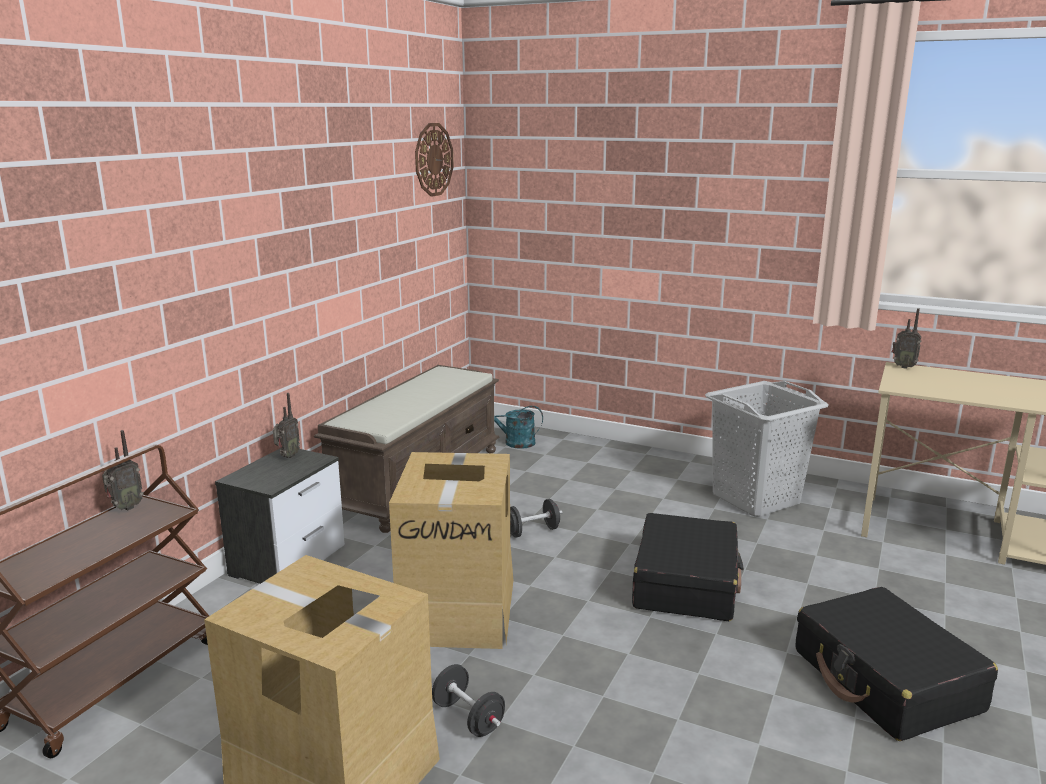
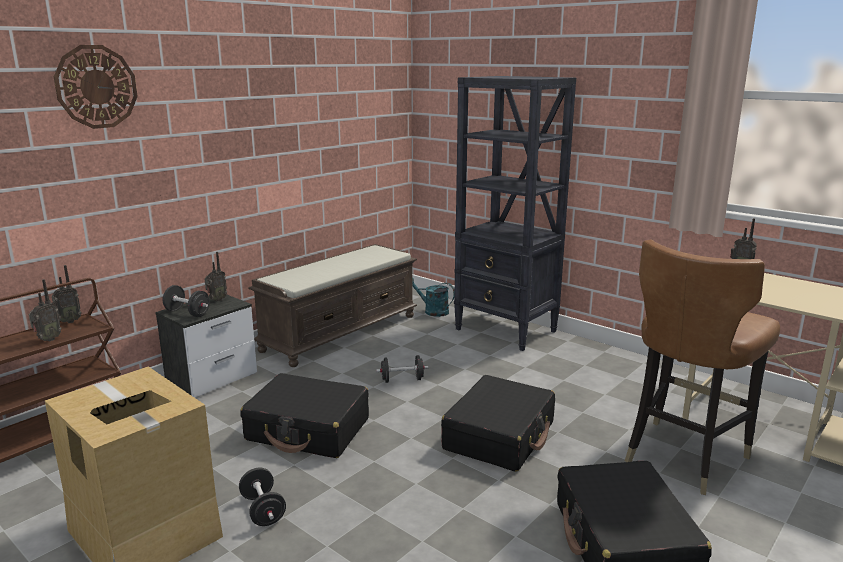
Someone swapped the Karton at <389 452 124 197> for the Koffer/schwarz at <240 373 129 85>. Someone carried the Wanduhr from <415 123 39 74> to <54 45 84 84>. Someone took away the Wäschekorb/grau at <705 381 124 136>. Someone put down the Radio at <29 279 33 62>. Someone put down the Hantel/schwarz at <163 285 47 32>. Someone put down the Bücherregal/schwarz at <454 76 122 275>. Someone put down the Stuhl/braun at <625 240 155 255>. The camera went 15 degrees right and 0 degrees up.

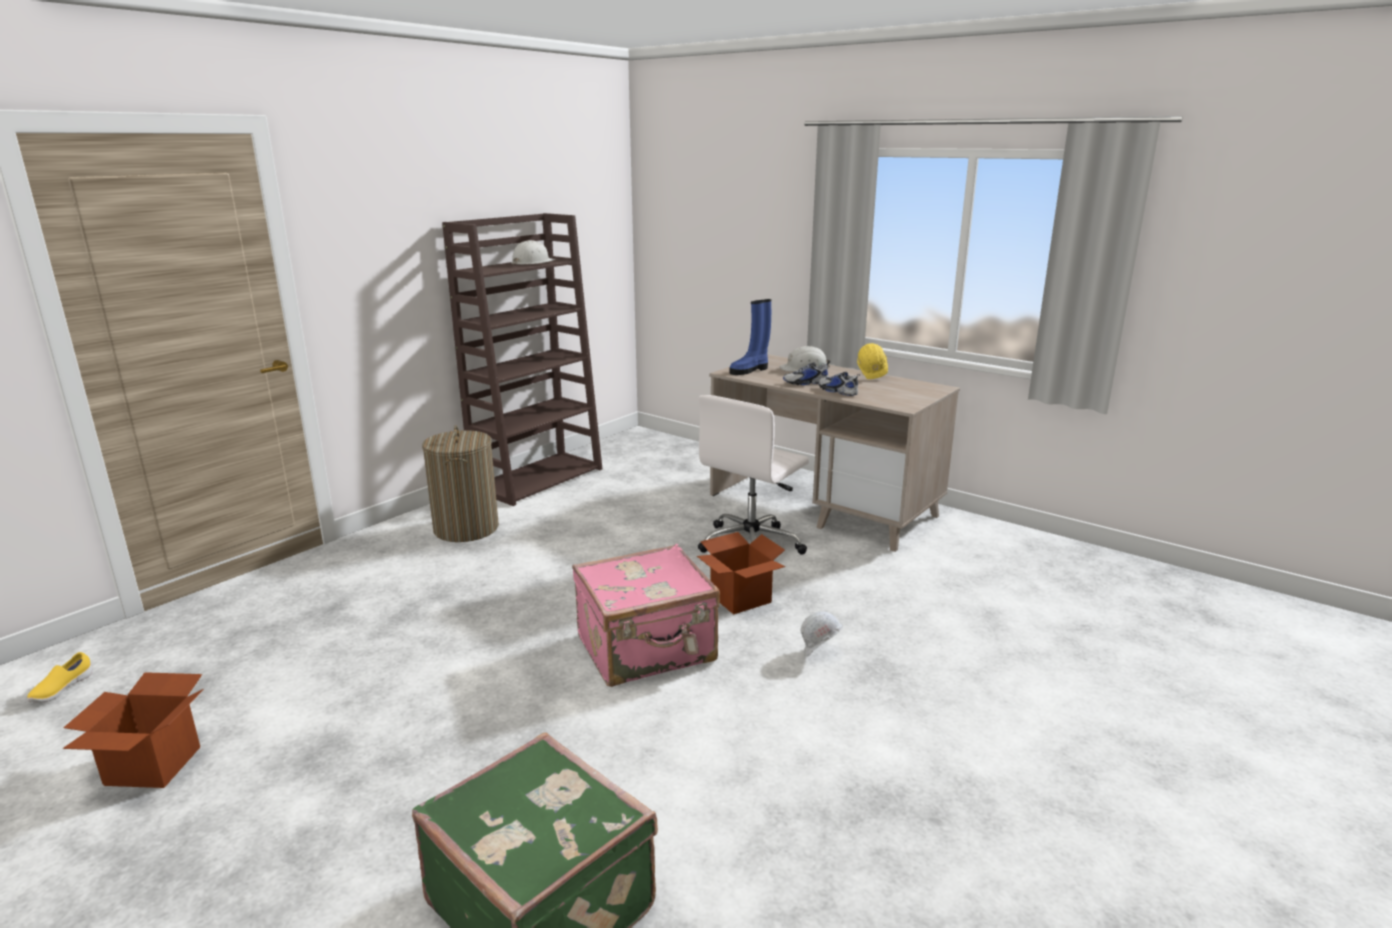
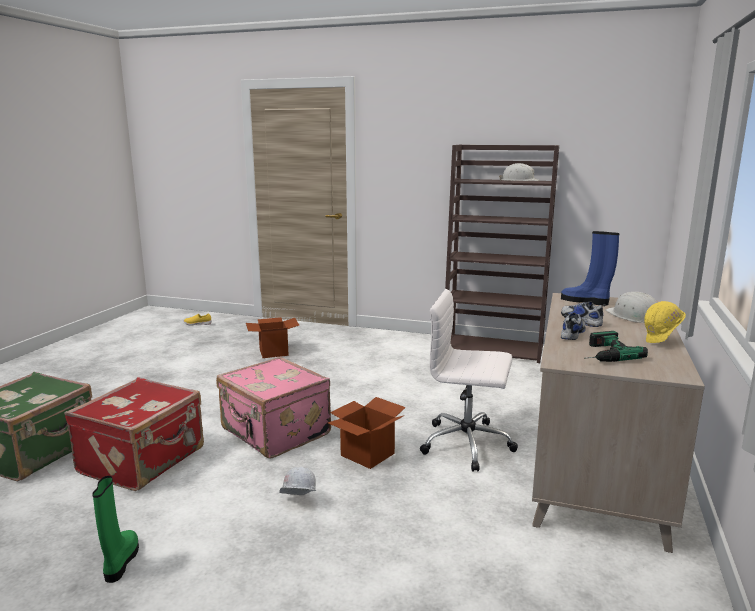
Someone carried the Karton from <63 672 141 116> to <246 317 53 41>. Someone took away the Wäschekorb at <422 425 77 117>. Someone put down the Koffer/rot at <64 377 140 114>. Someone put down the Stiefel/grün at <92 476 47 107>. Someone put down the Bohrmaschine at <584 331 64 31>. The camera went 70 degrees right and 5 degrees down.

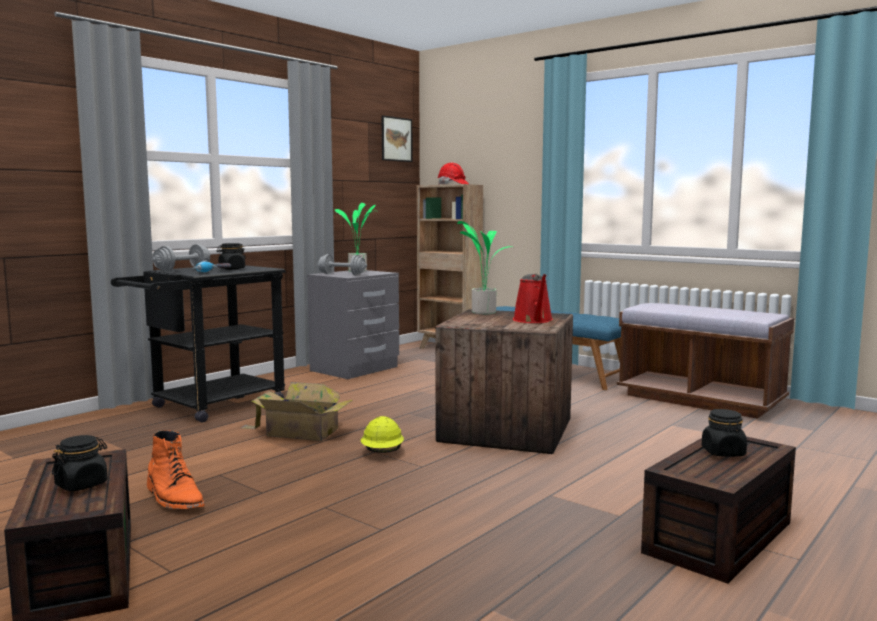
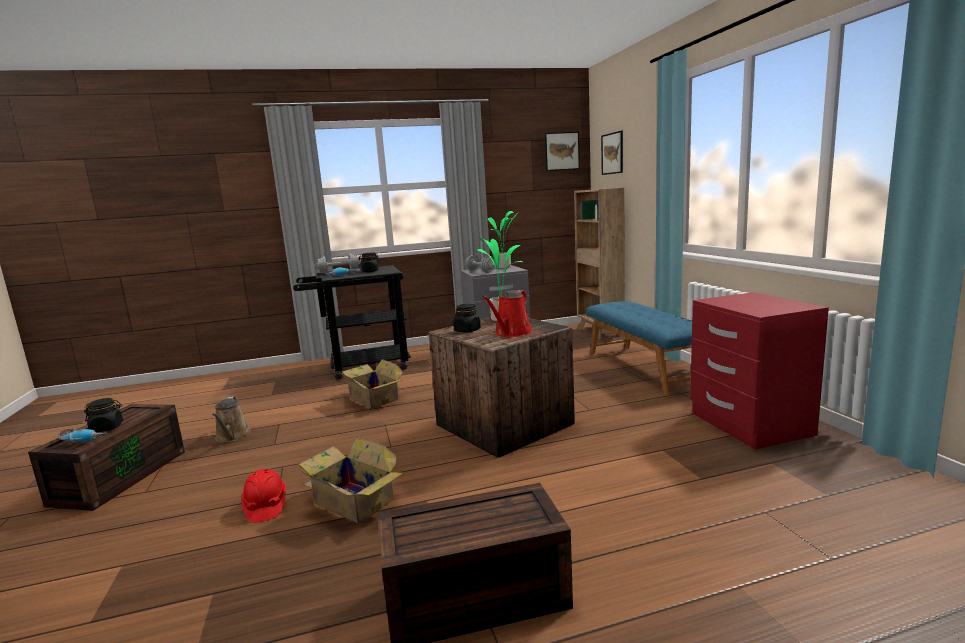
Someone swapped the Stiefel/orange at <147 430 58 79> for the Gießkanne/braun at <212 396 39 47>. Someone took away the Schutzhelm/gelb at <361 416 43 37>. Someone carried the Schutzhelm/rot from <437 163 32 21> to <241 469 45 54>. Someone swapped the Bank/braun at <617 303 177 116> for the Nachttisch/rot at <690 292 139 158>. Someone carried the Vorratsglas/schwarz from <702 409 45 48> to <453 304 28 29>. Someone put down the Bohrmaschine at <58 429 49 14>. Someone put down the Karton at <294 437 110 87>. Someone put up the Bild at <601 131 22 44>. The camera went 35 degrees right and 5 degrees up.

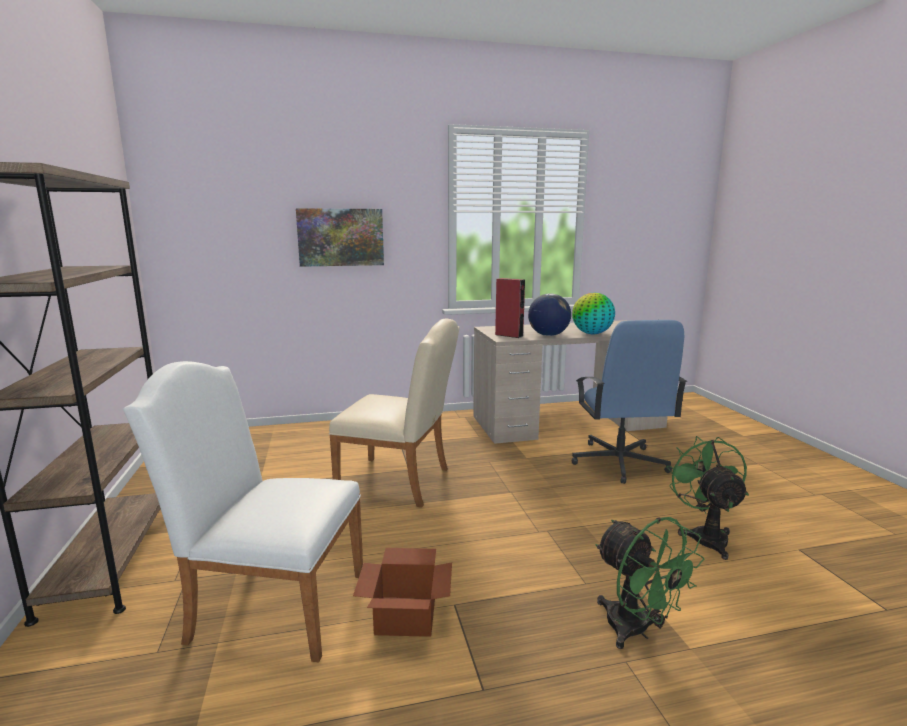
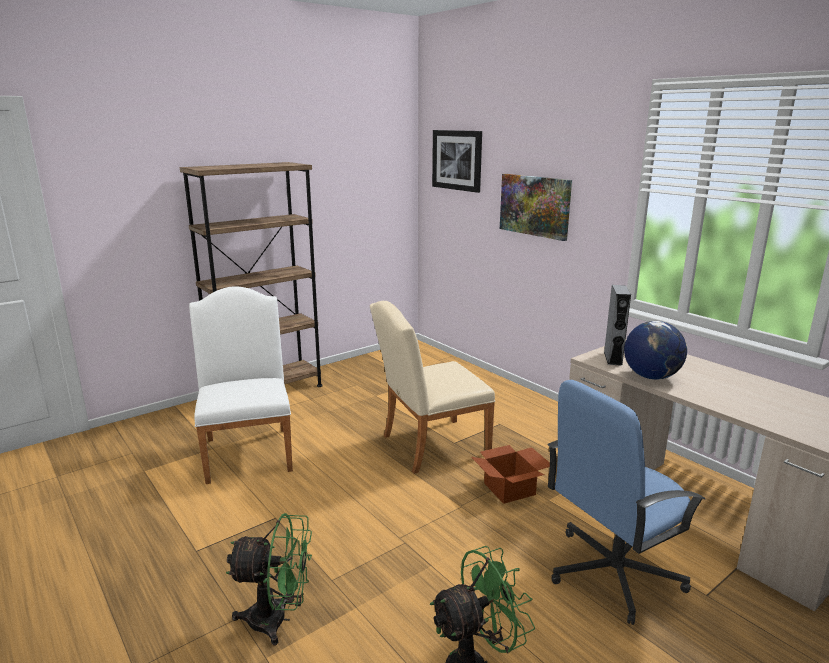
Someone rotated the Stuhl/beige at <329 319 131 189> by 75 degrees clockwise. Someone carried the Karton from <353 548 99 89> to <471 445 79 59>. Someone repainted the Lautsprecher/rot at <495 278 30 60>, which became the Lautsprecher/grau at <604 285 27 81>. Someone took away the Globus at <572 293 43 41>. Someone rotated the Ventilator/grün at <595 517 109 132> by 120 degrees counterclockwise. Someone put up the Bild at <432 130 50 63>. The camera went 65 degrees right and 5 degrees up.

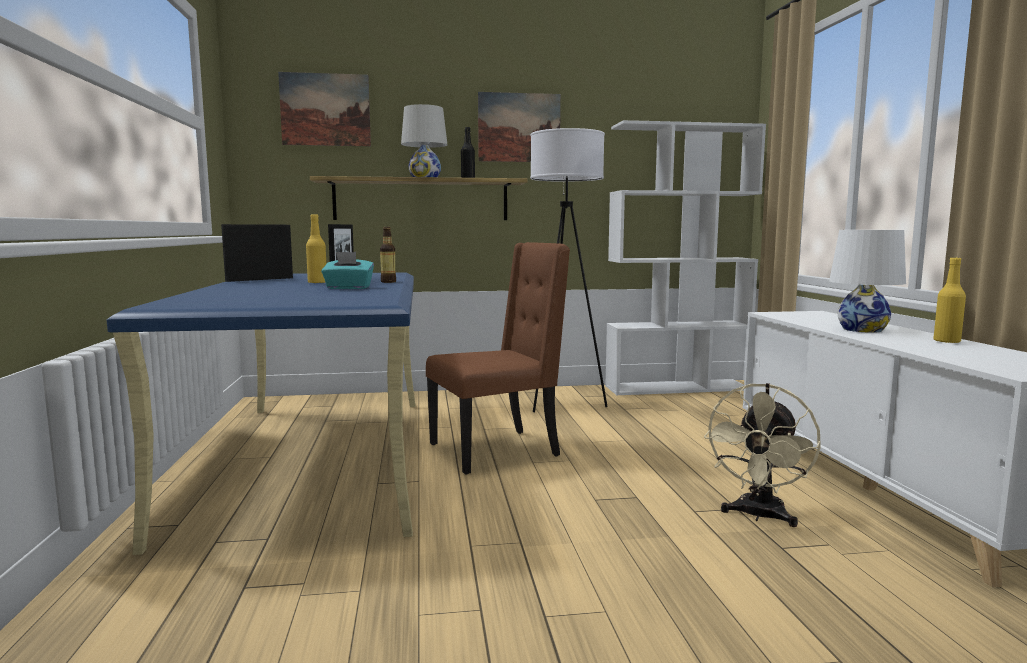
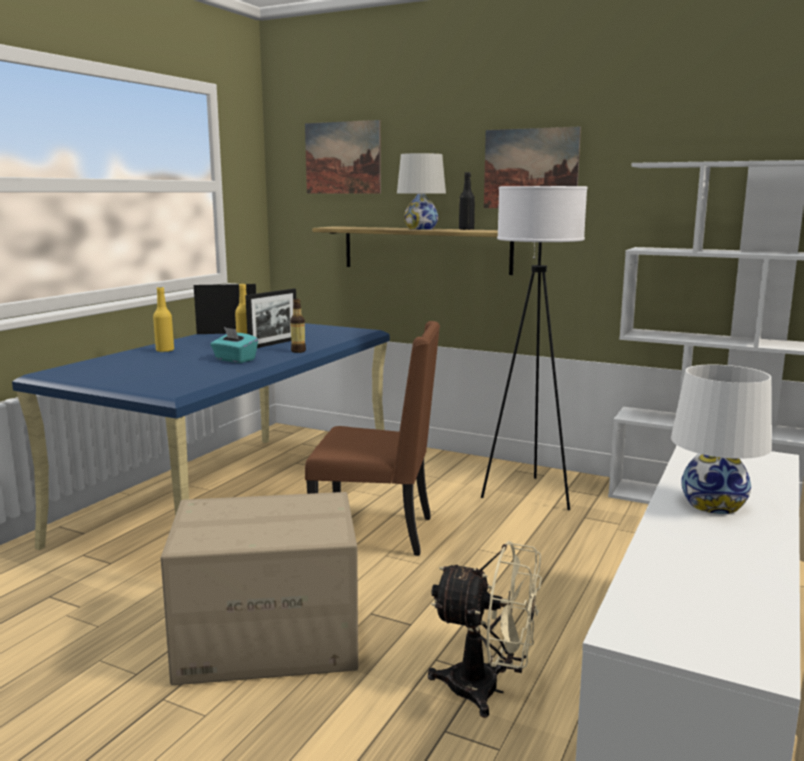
Someone rotated the Ventilator/beige at <704 383 117 144> by 135 degrees counterclockwise. Someone carried the Flasche/gelb from <933 258 33 85> to <153 287 21 65>. Someone put down the Karton at <161 492 197 193>. The camera went 35 degrees right and 5 degrees up.

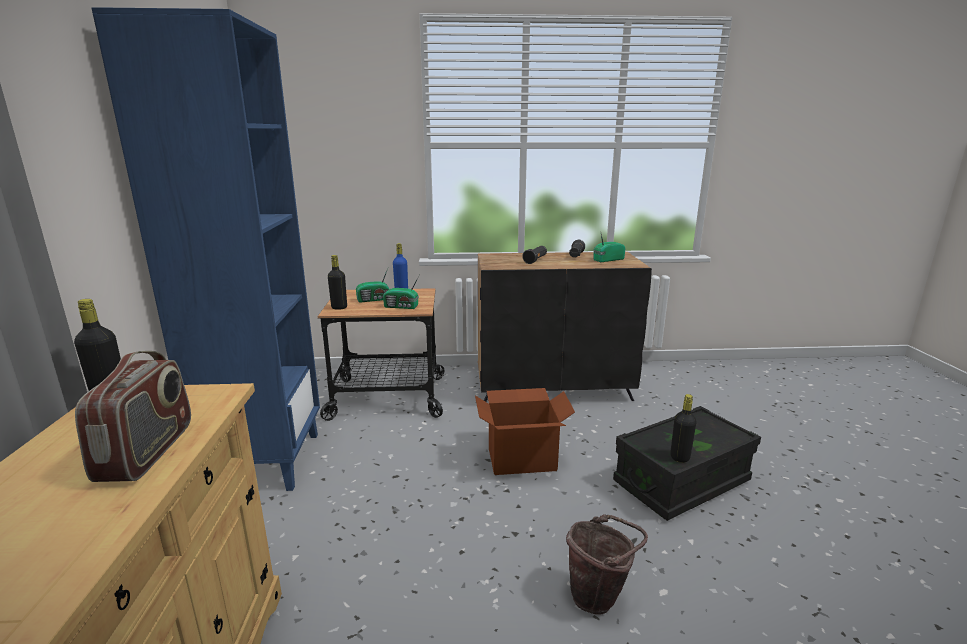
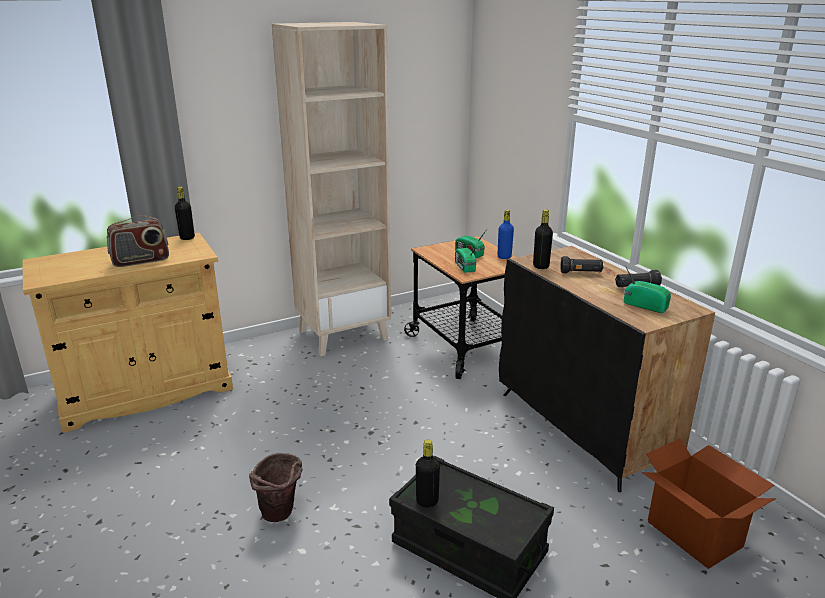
Someone repainted the Bücherregal/blau at <91 7 229 484>, which became the Bücherregal/beige at <272 22 119 335>. Someone carried the Flasche/schwarz from <328 255 19 55> to <533 209 20 60>. Someone carried the Karton from <475 388 100 87> to <642 438 134 131>. The camera went 65 degrees right and 5 degrees up.

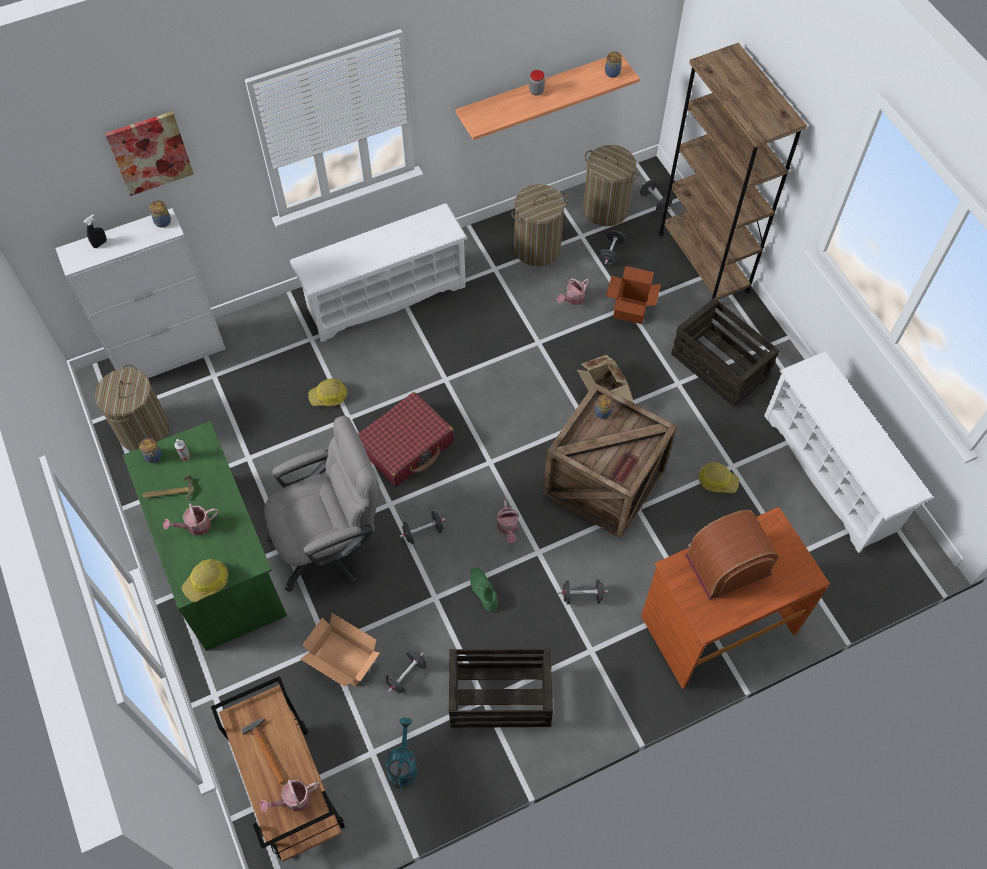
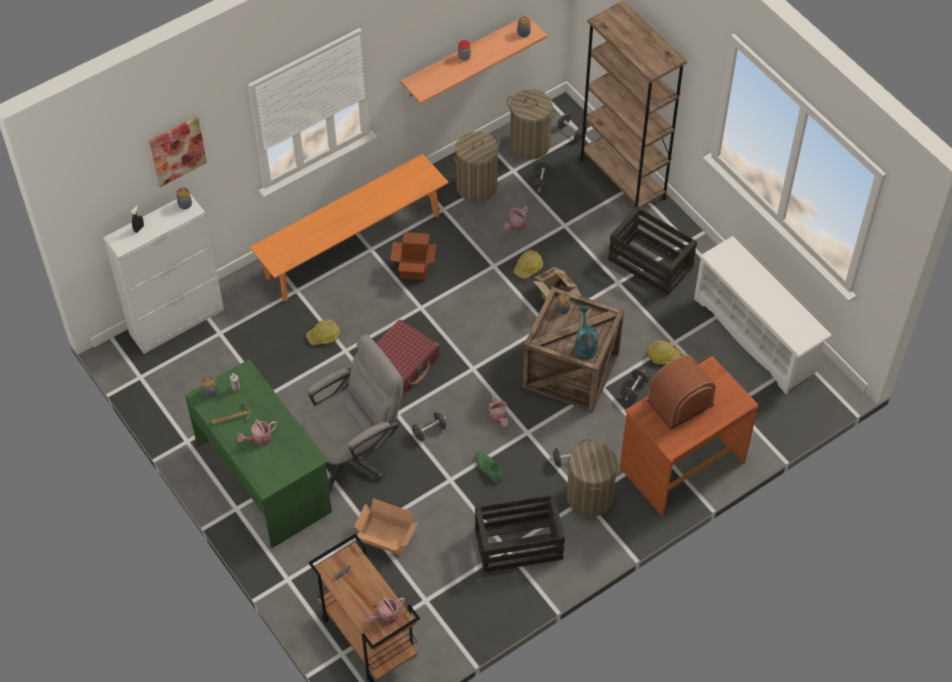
Someone carried the Wäschekorb from <95 364 74 87> to <567 439 51 78>. Someone carried the Schutzhelm from <182 559 46 43> to <514 250 29 29>. Someone swapped the Schuhregal/weiß at <289 203 179 139> for the Bank/orange at <250 154 199 147>. Someone carried the Hantel/schwarz from <385 651 42 43> to <620 369 29 32>. Someone carried the Gießkanne/türkis from <386 718 31 71> to <575 306 24 53>. Someone carried the Karton from <606 266 55 58> to <390 232 47 48>. The camera went 10 degrees left and 5 degrees down.

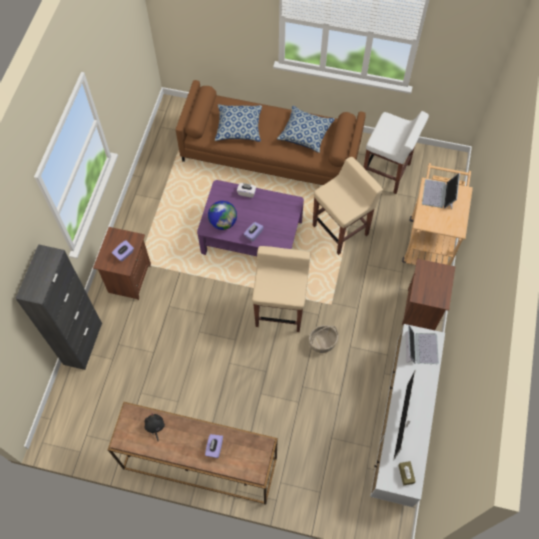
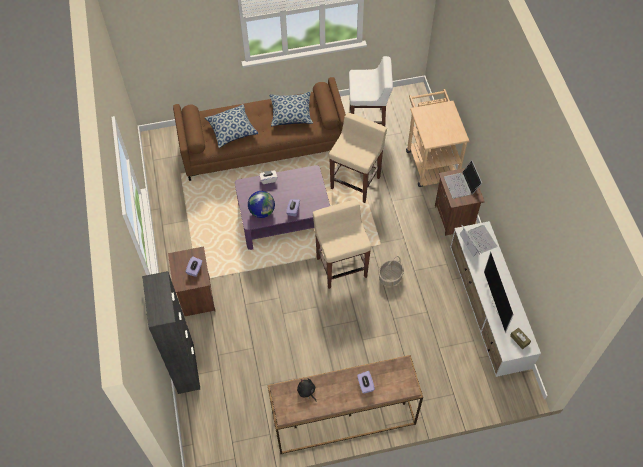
Someone carried the Laptop from <422 173 38 36> to <444 161 38 38>. The camera went 25 degrees left and 5 degrees down.

